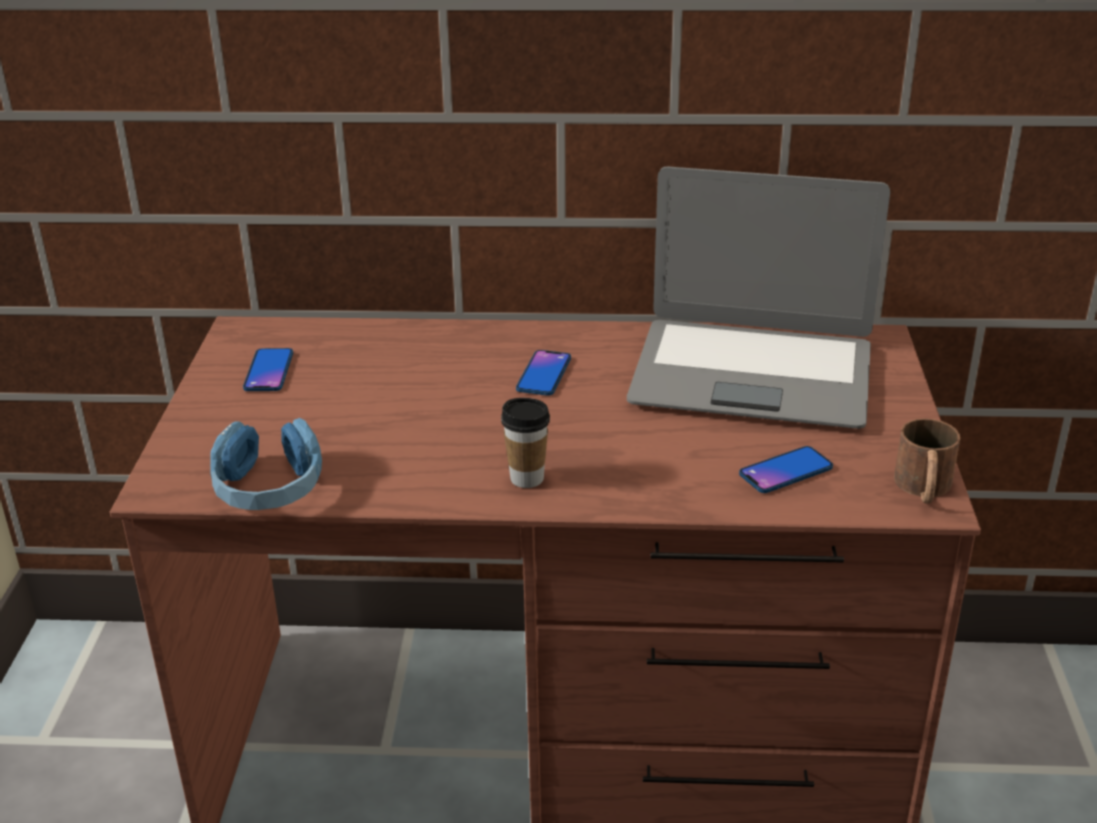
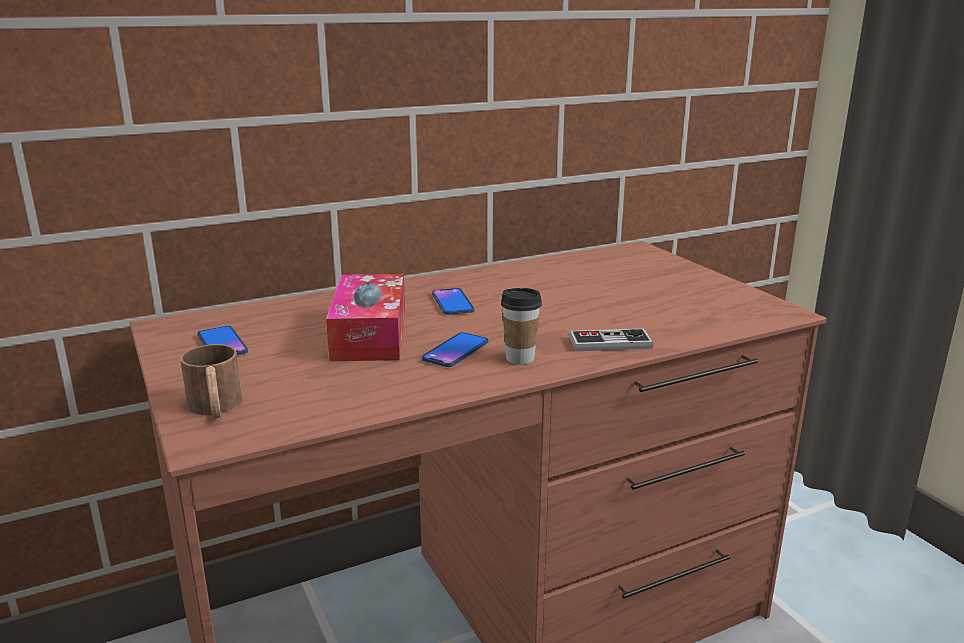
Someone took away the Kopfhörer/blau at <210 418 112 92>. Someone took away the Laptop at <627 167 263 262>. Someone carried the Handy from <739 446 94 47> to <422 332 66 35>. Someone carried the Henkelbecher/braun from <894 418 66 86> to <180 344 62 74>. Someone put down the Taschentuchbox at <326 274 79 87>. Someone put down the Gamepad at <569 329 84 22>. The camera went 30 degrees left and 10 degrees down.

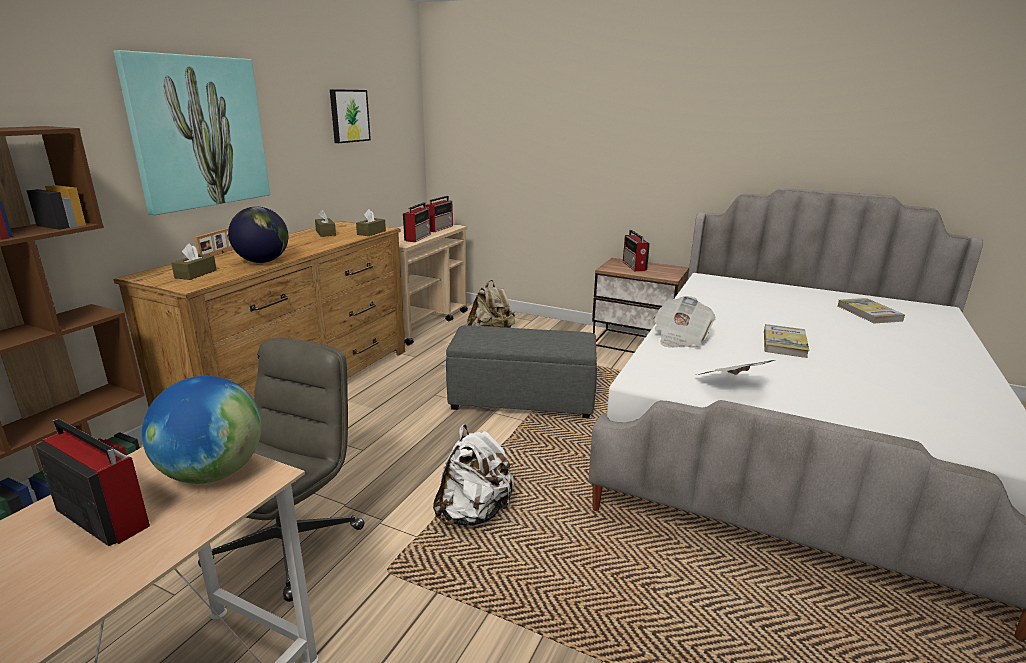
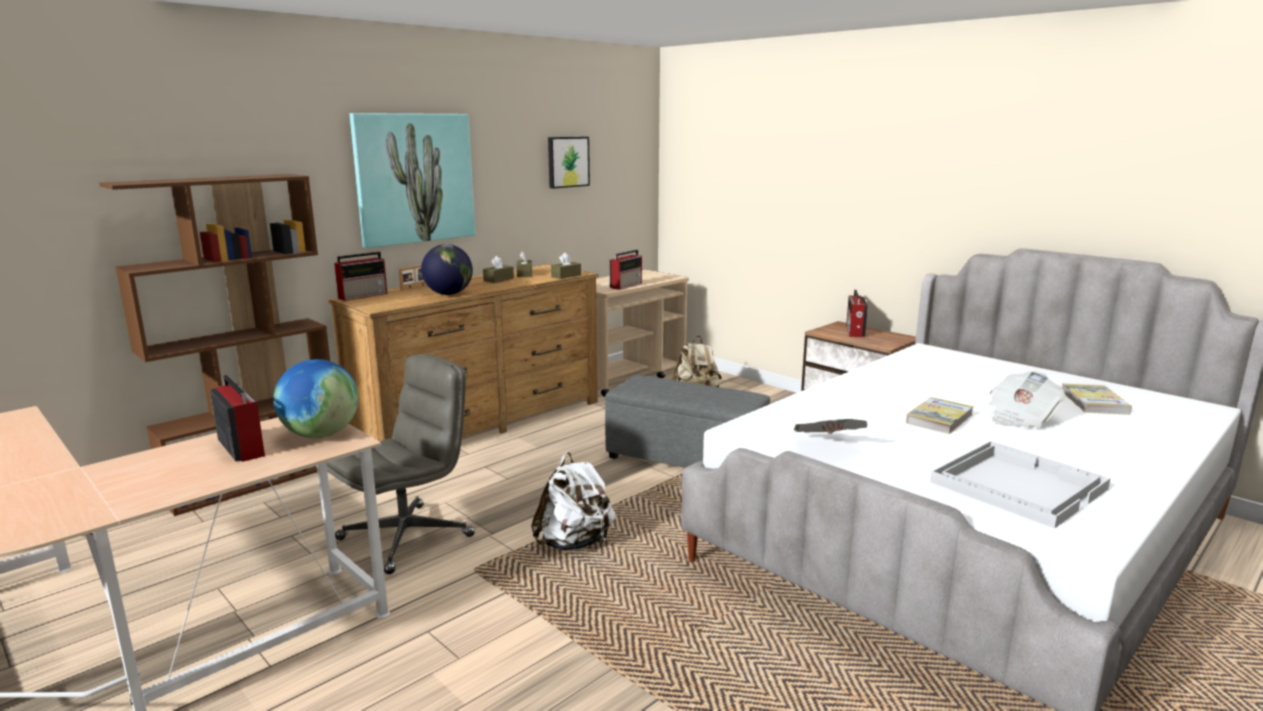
Someone carried the Taschentuchbox/braun from <171 244 46 36> to <483 256 31 27>. Someone carried the Radio from <425 196 28 36> to <334 252 53 49>. Someone carried the Zeitung from <654 296 62 52> to <989 372 77 55>. Someone put down the Tablett/weiß at <930 441 181 88>. The camera went 20 degrees right and 5 degrees down.

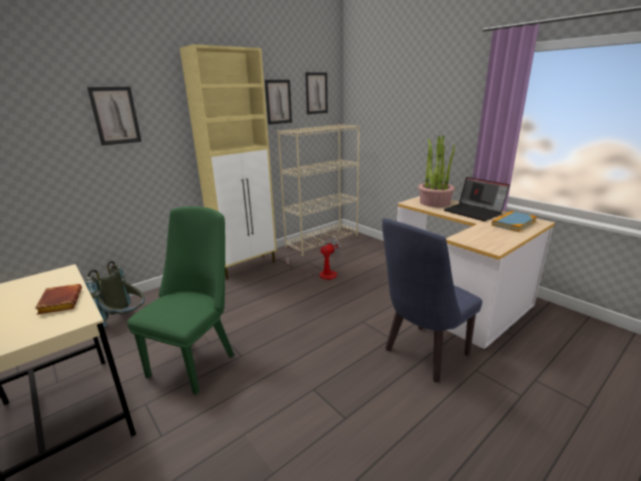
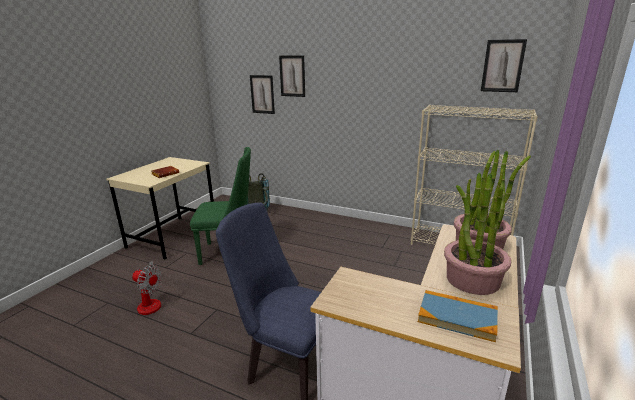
Someone took away the Schrank/beige at <180 44 97 235>. Someone carried the Bild from <265 80 27 45> to <250 75 25 39>. Someone carried the Ventilator from <286 237 56 43> to <132 260 30 55>. Someone swapped the Laptop at <443 177 67 44> for the Topfpflanze at <444 173 68 122>. The camera went 65 degrees right and 0 degrees up.

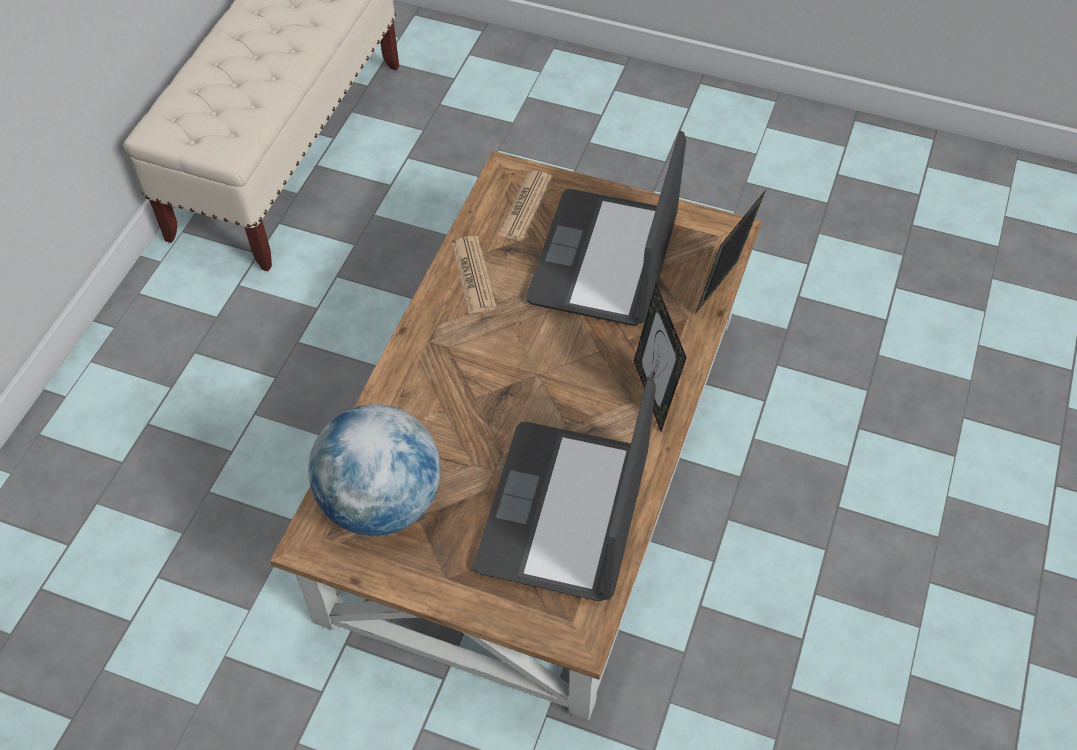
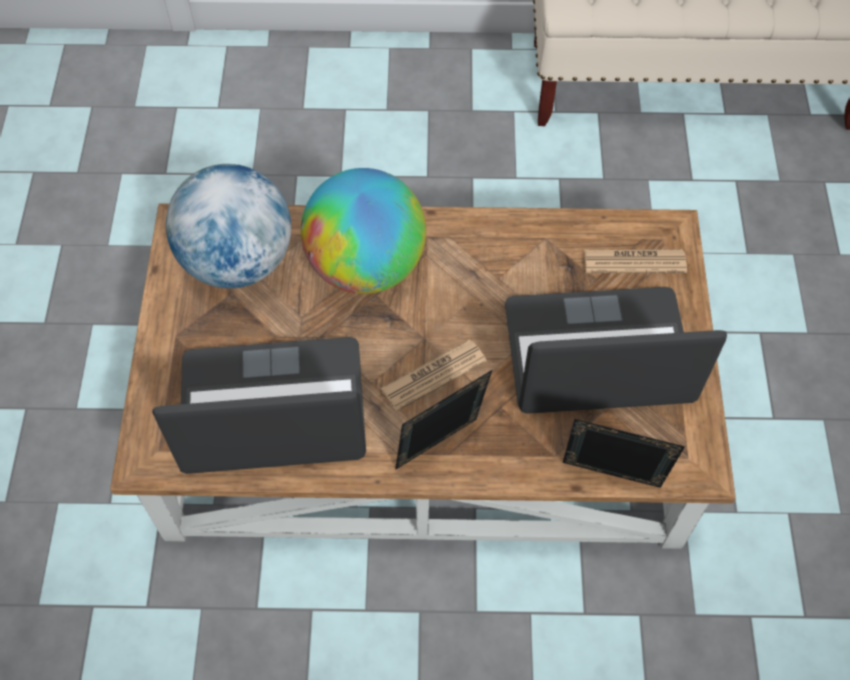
Someone carried the Zeitung from <452 236 45 78> to <381 340 106 71>. Someone put down the Globus at <301 168 125 126>. The camera went 70 degrees right and 5 degrees up.

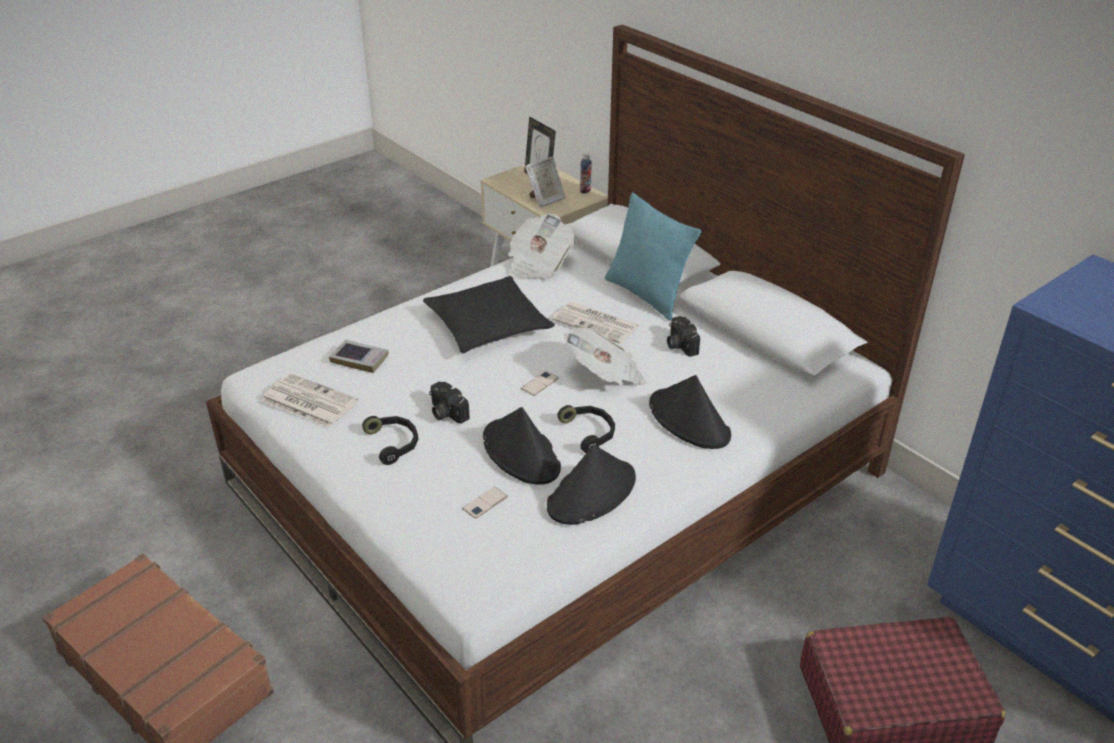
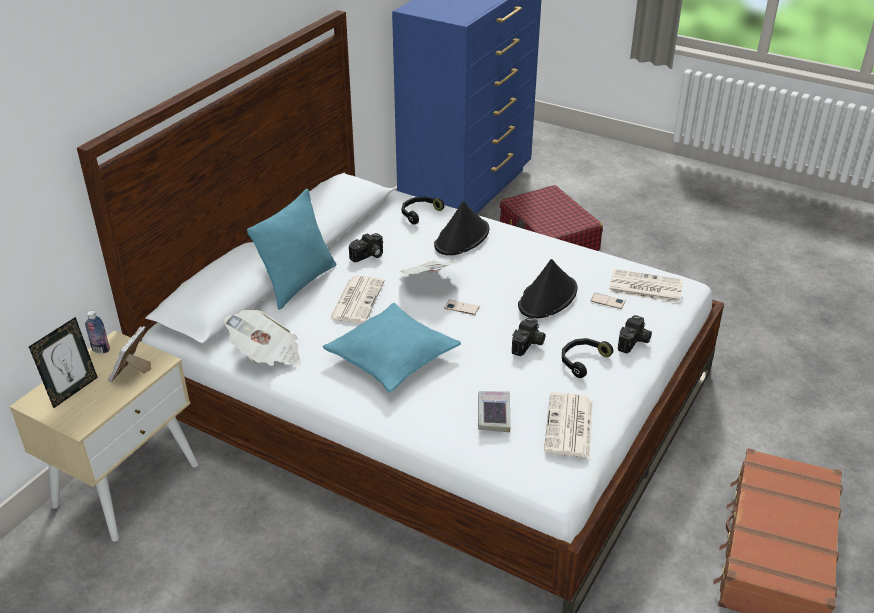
Someone repainted the Kissen/schwarz at <423 276 132 77>, which became the Kissen/türkis at <323 303 138 89>. Someone rotated the Bilderrahmen at <525 157 41 51> by 105 degrees counterclockwise. Someone took away the Hut/schwarz at <547 444 89 81>. Someone carried the Kopfhörer/schwarz from <557 405 58 48> to <402 196 43 28>. Someone put down the Zeitung at <609 269 74 34>. Someone put down the Kamera at <618 315 34 39>. The camera went 110 degrees left and 0 degrees up.

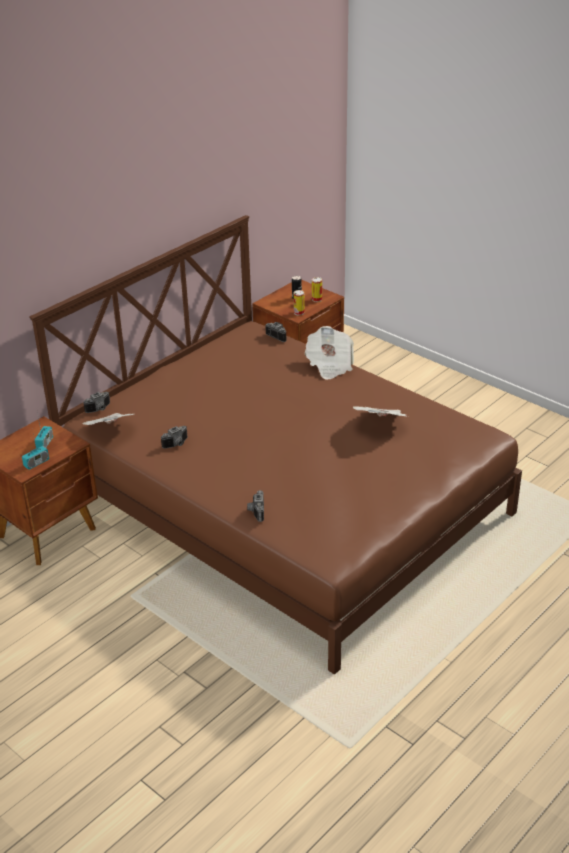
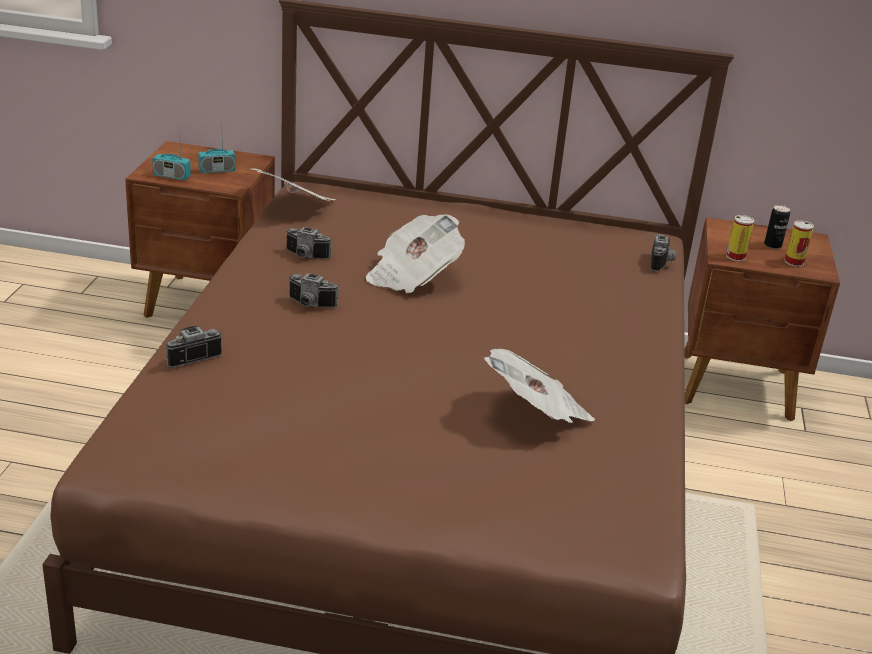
Someone carried the Kamera from <83 392 27 21> to <289 273 50 35>. Someone carried the Zeitung from <305 326 49 54> to <366 214 99 79>. The camera went 55 degrees right and 5 degrees down.

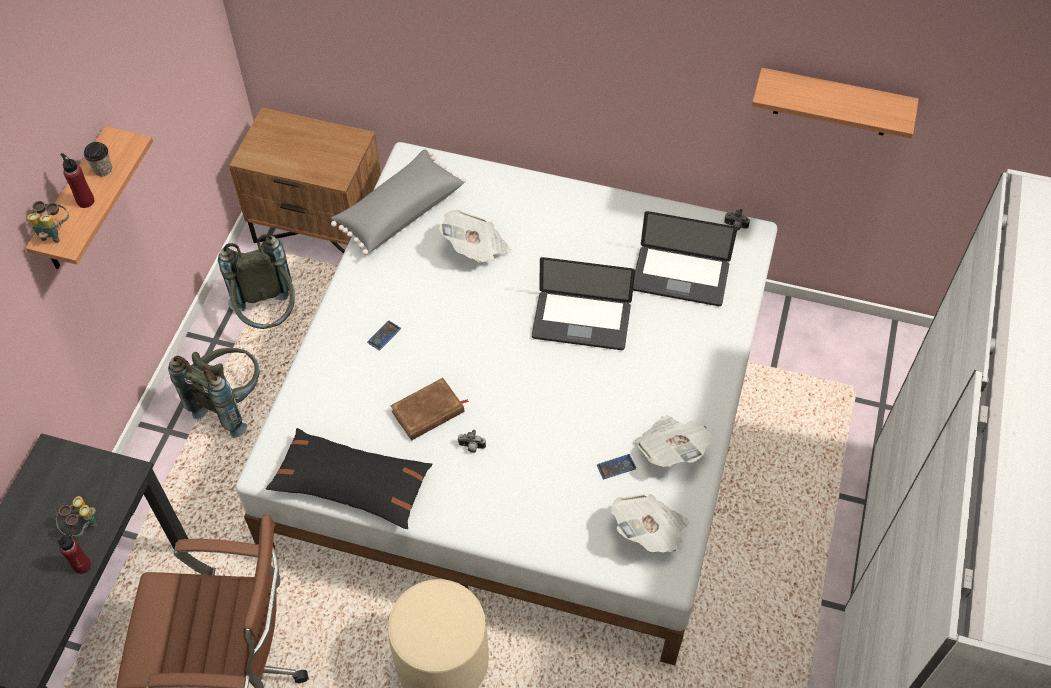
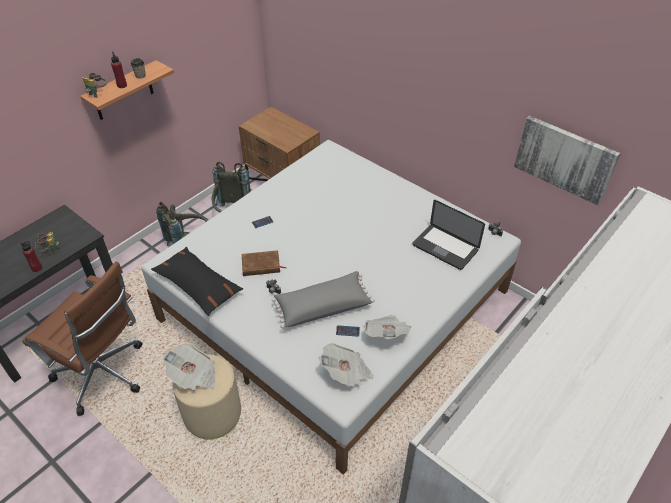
Someone carried the Kissen/grau from <331 150 135 105> to <271 271 104 58>. Someone carried the Zeitung from <438 210 73 53> to <163 344 52 46>. Someone took away the Laptop at <532 257 103 93>. Someone swapped the Wandregal at <752 68 167 70> for the Bild at <514 116 107 89>. The camera went 25 degrees right and 10 degrees down.

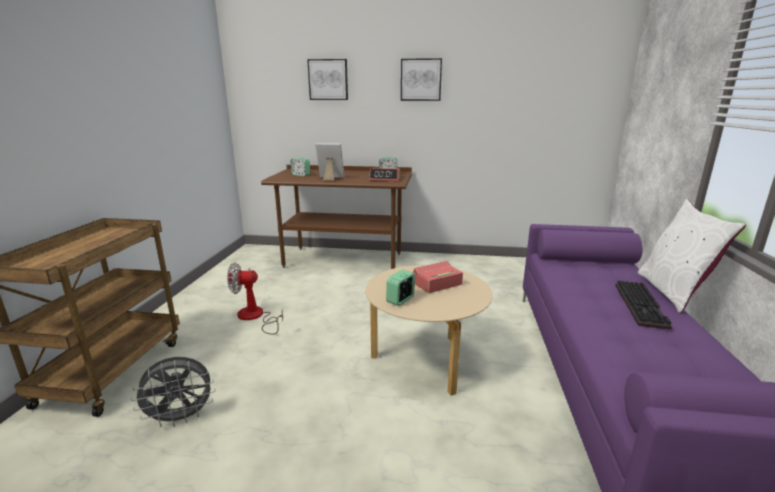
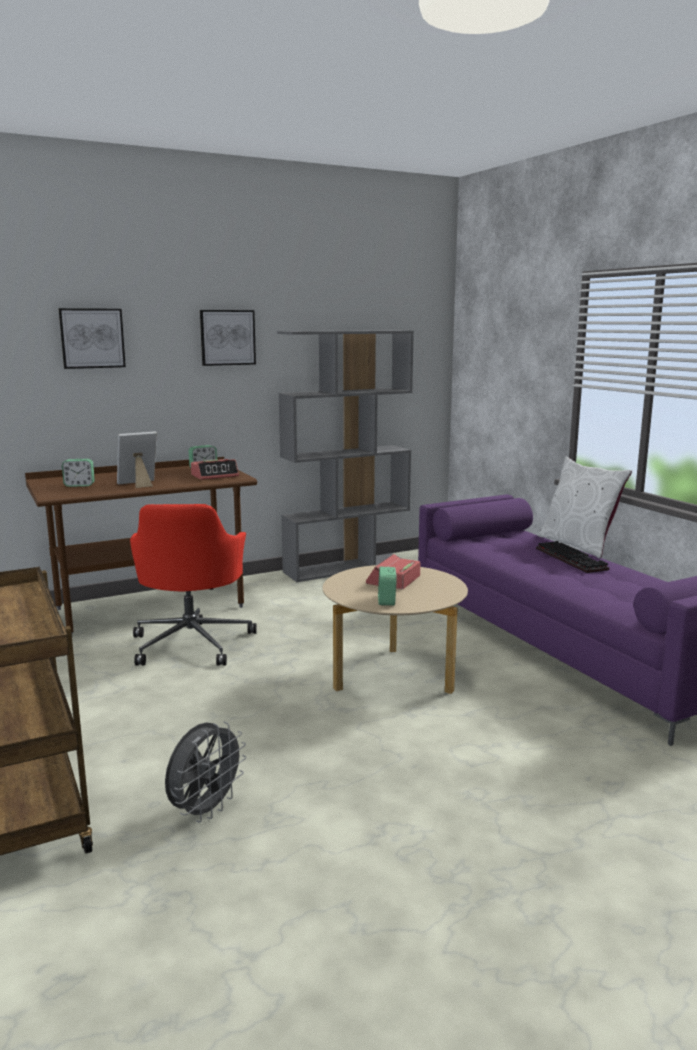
Someone took away the Ventilator at <227 262 56 73>. Someone put down the Bürostuhl/rot at <130 504 127 162>. Someone put down the Bücherregal/grau at <277 330 137 252>. The camera went 35 degrees left and 5 degrees down.

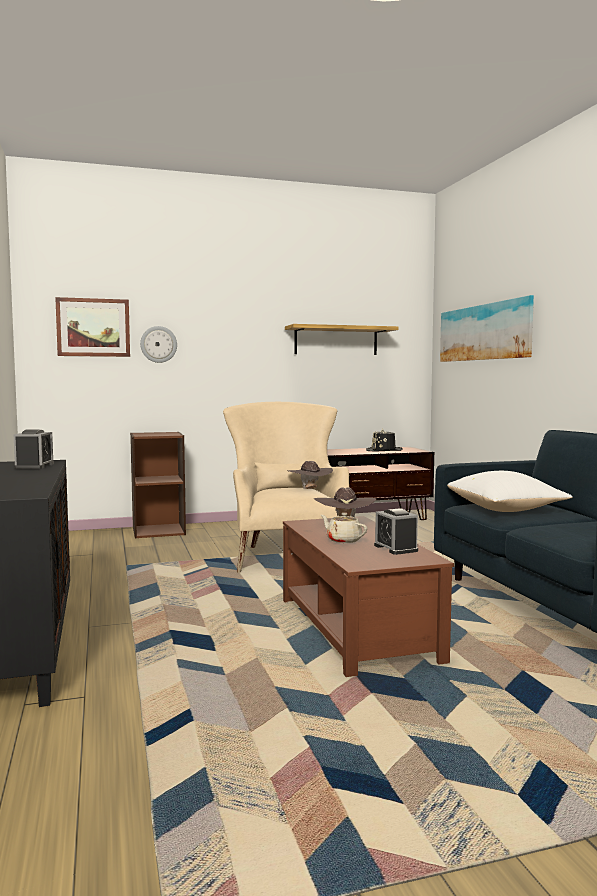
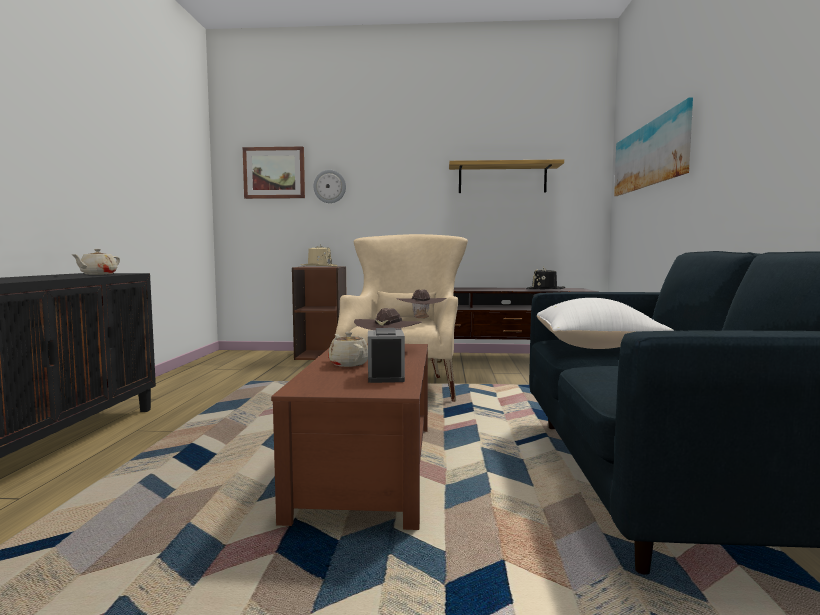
Someone swapped the Wecker at <14 430 40 39> for the Teekanne/beige at <71 249 49 26>. Someone put down the Hut/beige at <300 244 37 23>. The camera went 20 degrees right and 0 degrees up.

